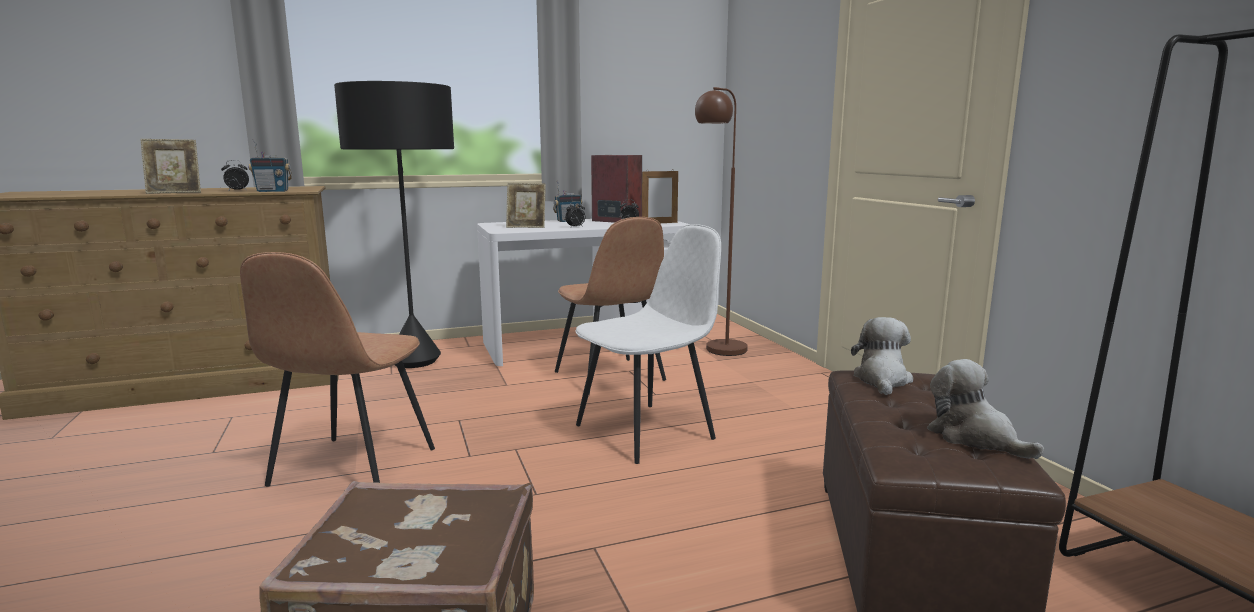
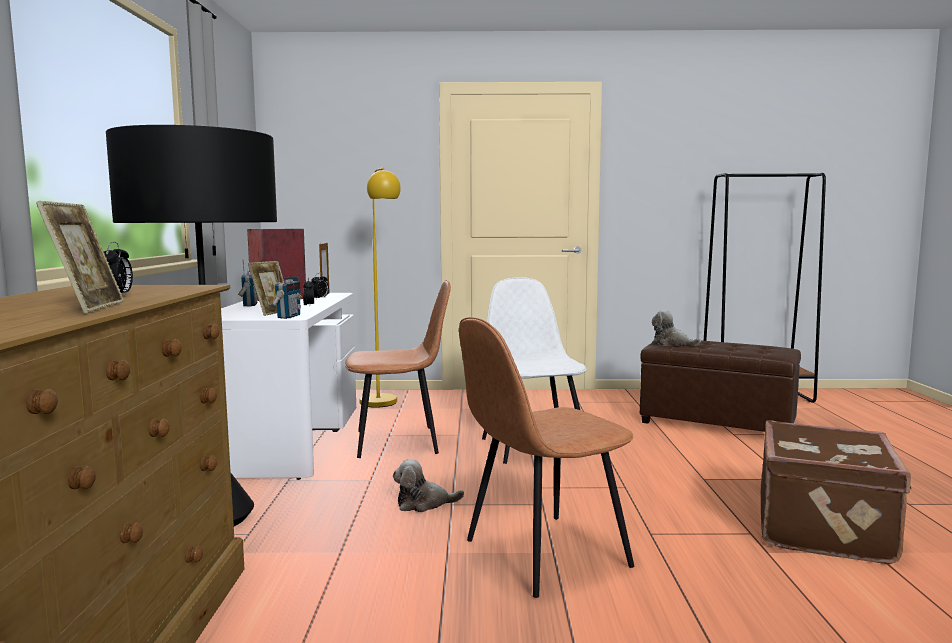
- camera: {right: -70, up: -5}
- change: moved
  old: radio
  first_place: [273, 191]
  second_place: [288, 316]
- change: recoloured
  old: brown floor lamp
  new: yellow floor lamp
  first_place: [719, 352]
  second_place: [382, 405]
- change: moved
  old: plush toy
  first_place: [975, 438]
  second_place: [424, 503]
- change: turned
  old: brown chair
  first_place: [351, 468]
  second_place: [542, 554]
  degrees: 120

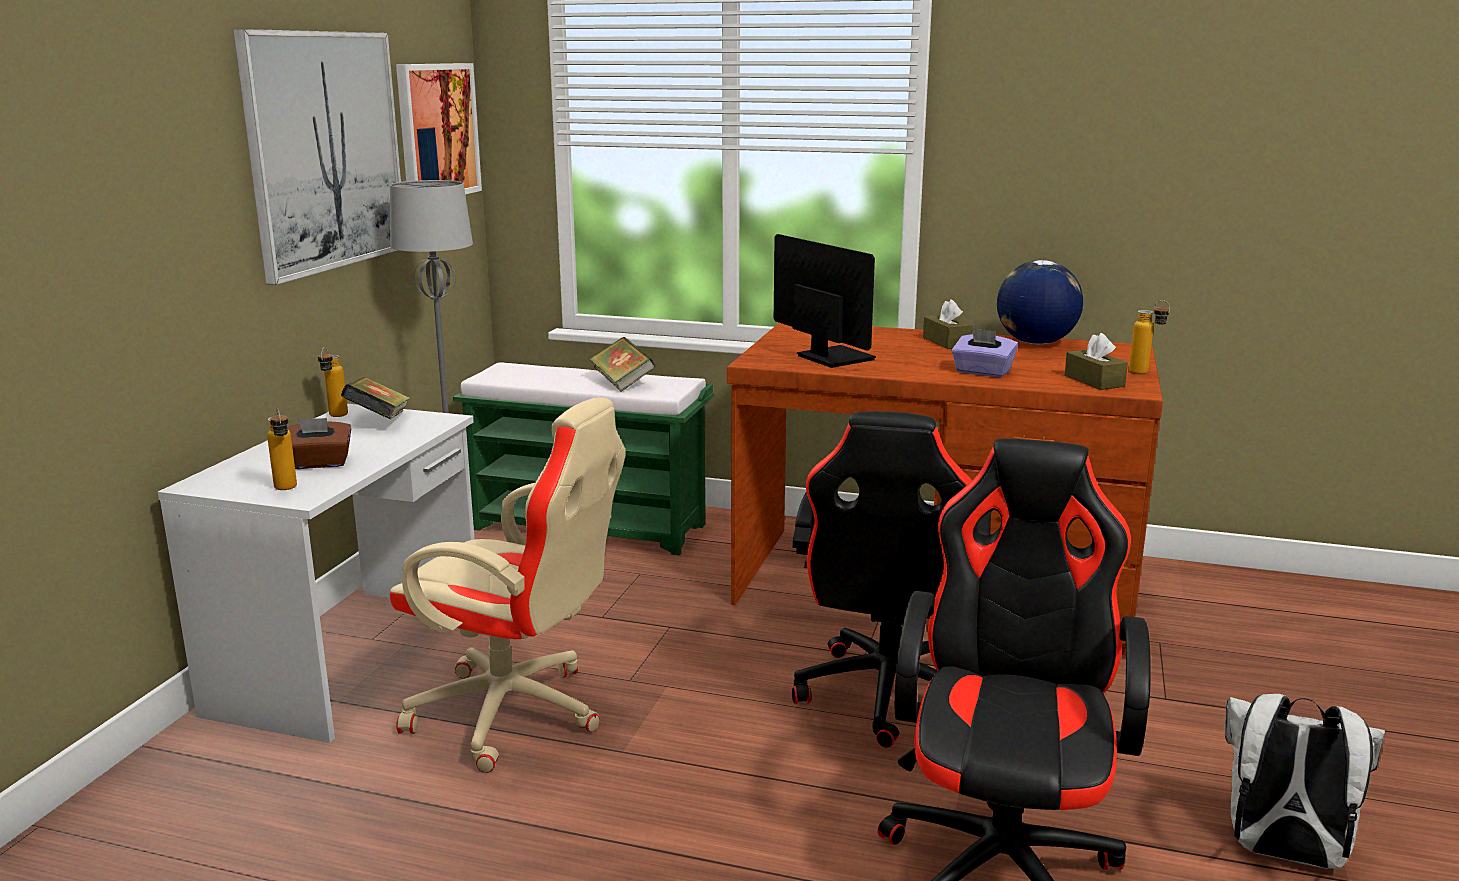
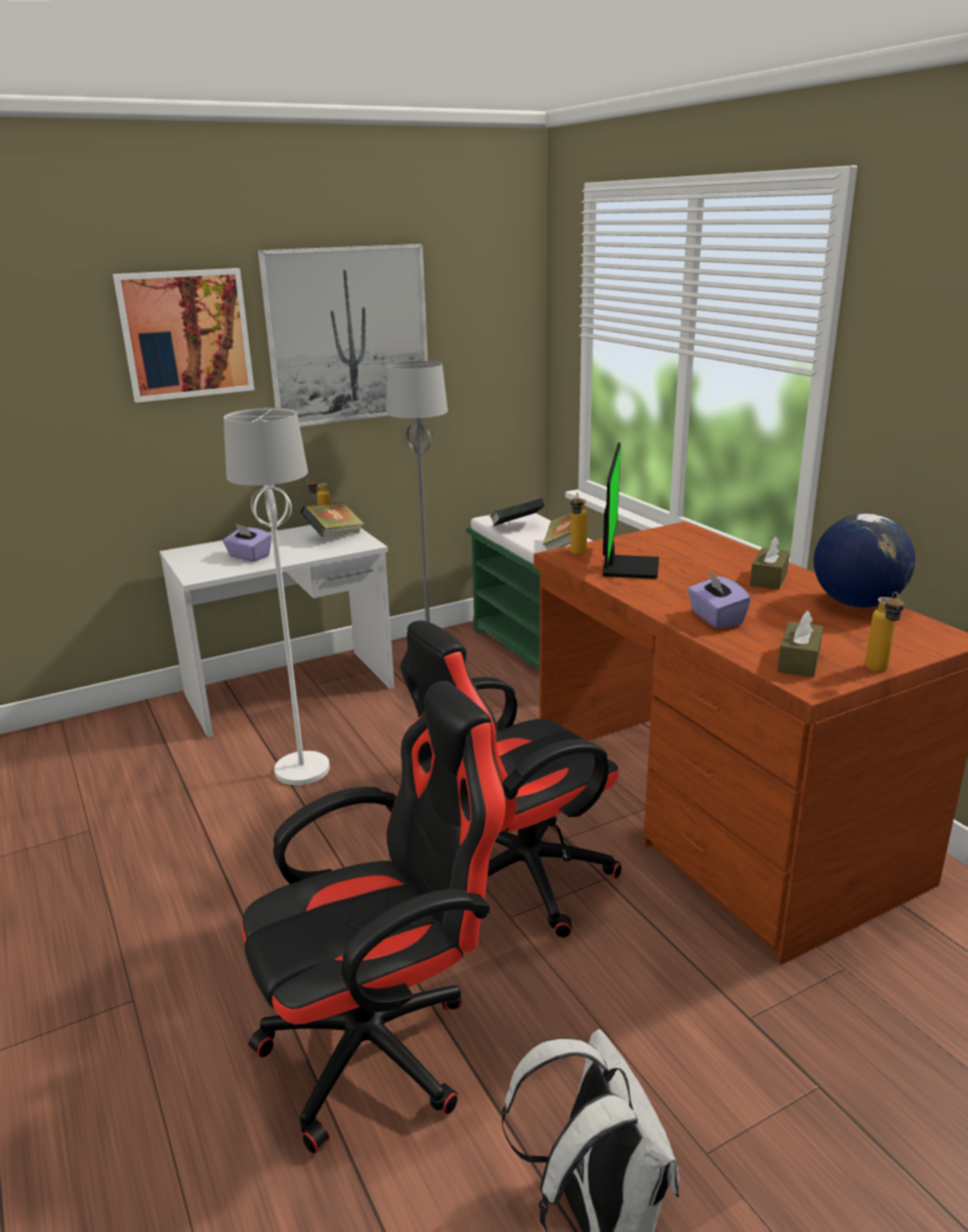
- camera: {right: 45, up: 5}
- change: moved
  old: picture
  first_place: [437, 131]
  second_place: [186, 334]
- change: recoloured
  old: brown tissue box
  new: purple tissue box
  first_place: [319, 463]
  second_place: [249, 556]
- change: replaced
  old: beige office chair
  new: white floor lamp
  first_place: [519, 718]
  second_place: [302, 770]
- change: added
  new: book
  second_place: [516, 527]
- change: moved
  old: bottle
  first_place: [287, 490]
  second_place: [577, 554]

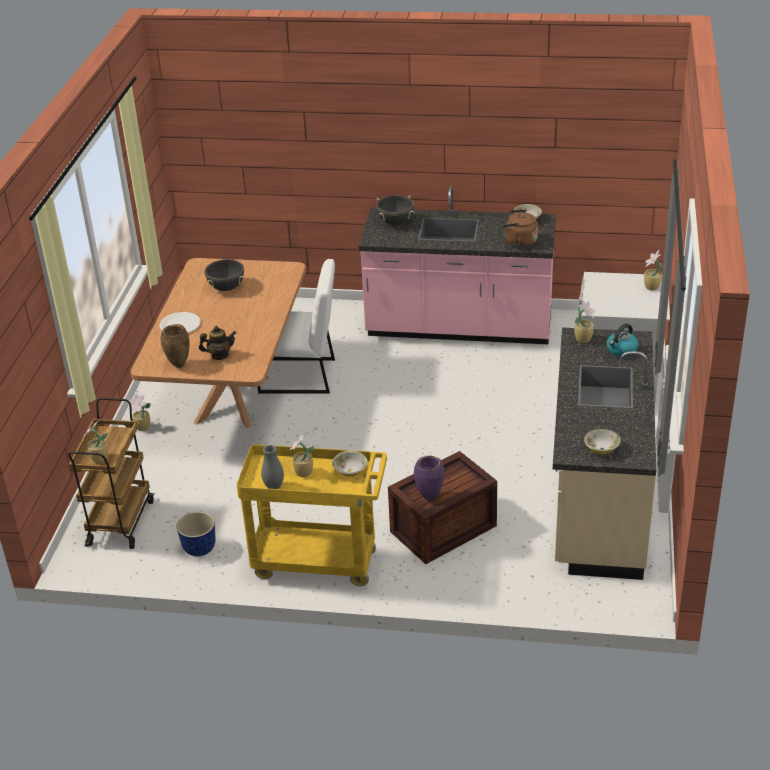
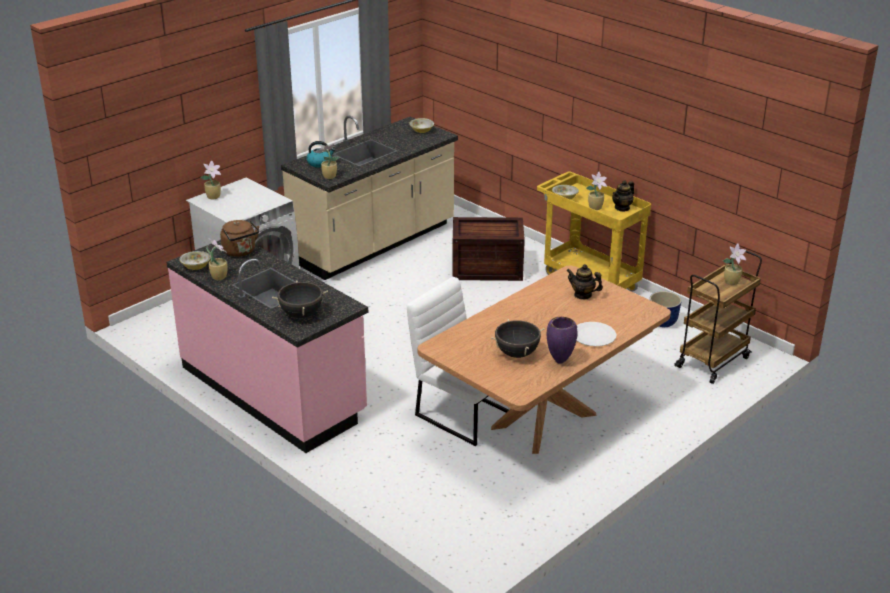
- camera: {right: -145, up: -5}
- change: moved
  old: potted plant
  first_place: [143, 428]
  second_place: [219, 276]
- change: moved
  old: purple vase
  first_place: [429, 498]
  second_place: [559, 362]
- change: replaced
  old: grey vase
  new: teapot
  first_place: [274, 486]
  second_place: [622, 208]
- change: removed
  old: brown vase
  first_place: [178, 365]

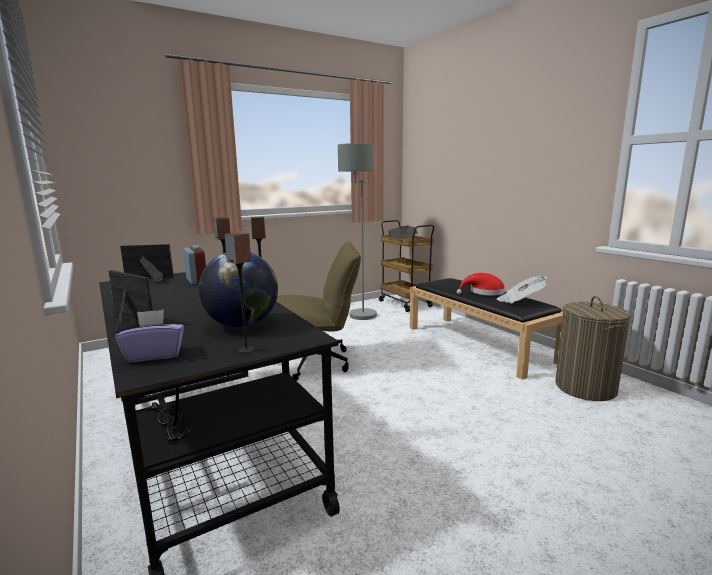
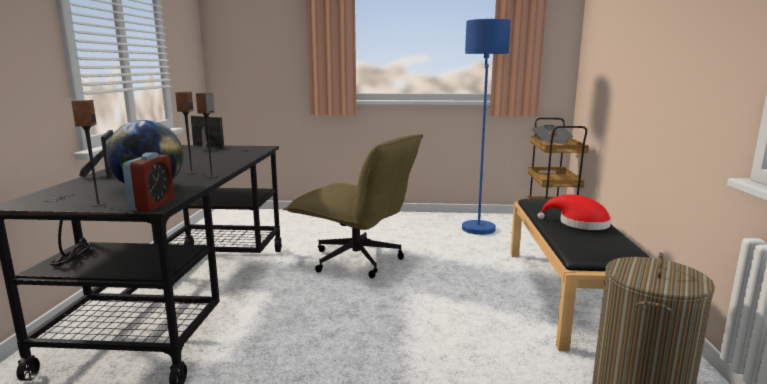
- camera: {right: 35, up: 0}
- change: moved
  old: alarm clock
  first_place: [196, 280]
  second_place: [152, 204]
- change: recoloured
  old: grey floor lamp
  new: blue floor lamp
  first_place: [359, 313]
  second_place: [478, 226]
- change: removed
  old: purple tissue box
  first_place: [155, 354]
- change: removed
  old: newspaper
  first_place: [520, 301]

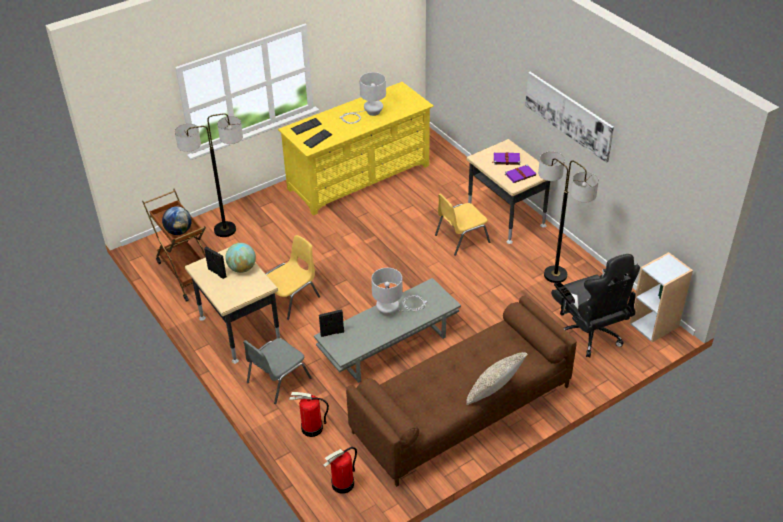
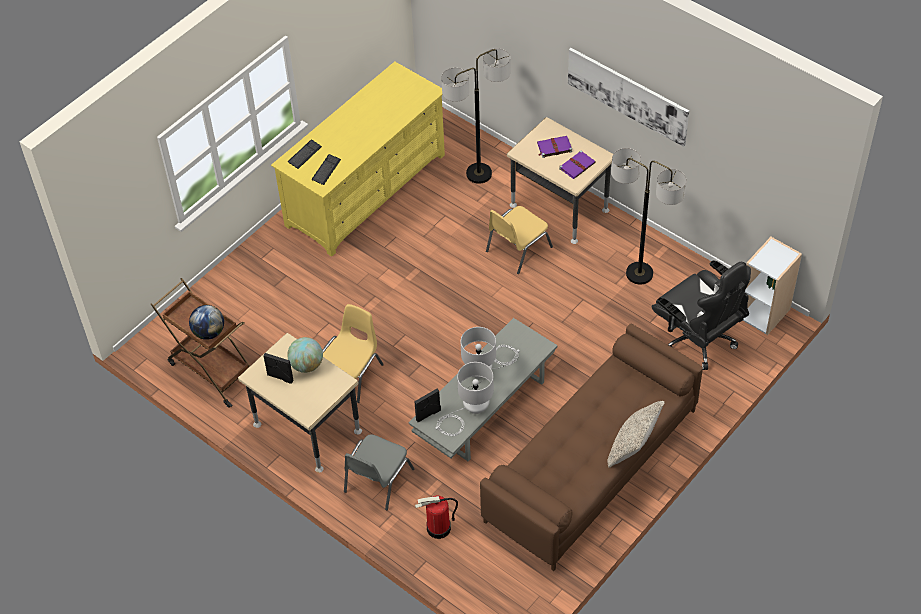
- camera: {right: -15, up: 10}
- change: moved
  old: white table lamp
  first_place: [364, 114]
  second_place: [466, 414]
- change: moved
  old: floor lamp
  first_place: [225, 230]
  second_place: [478, 174]
- change: removed
  old: fire extinguisher
  first_place: [343, 484]

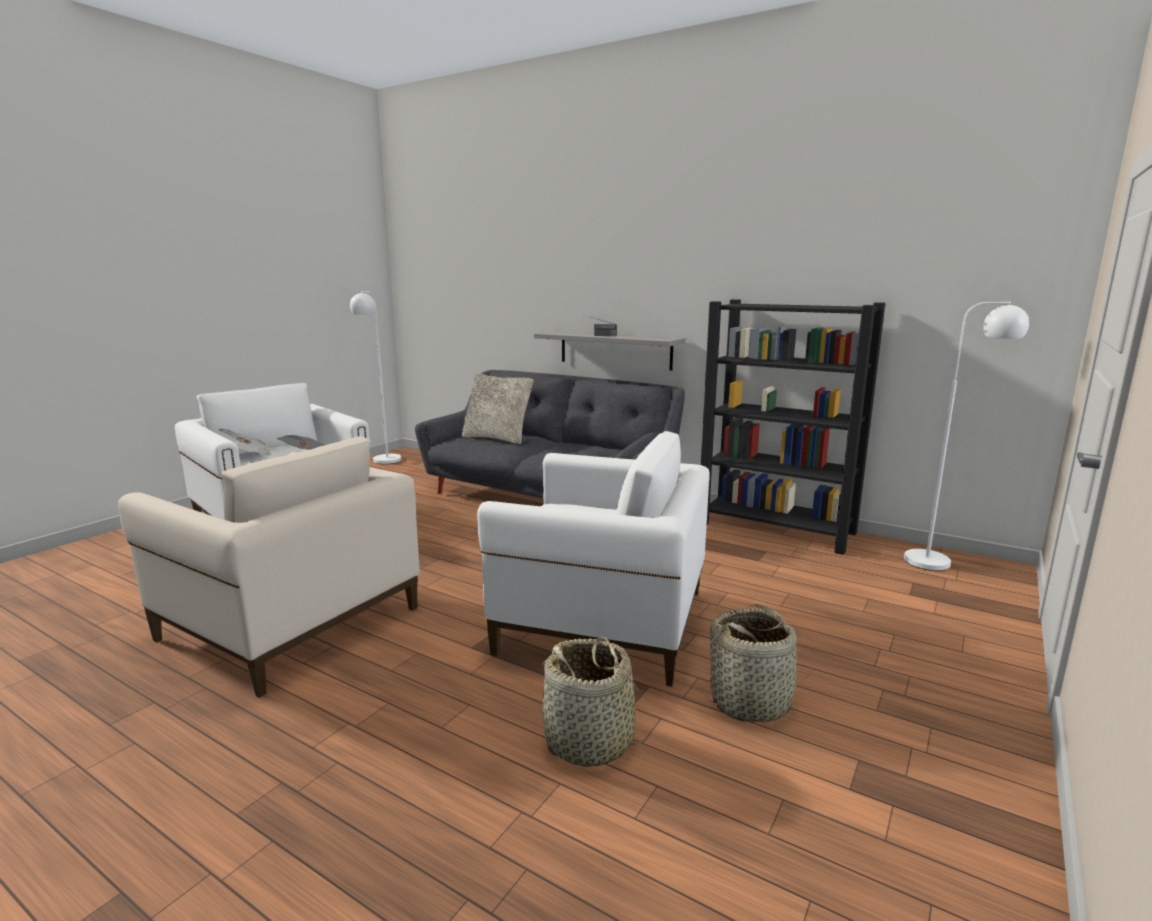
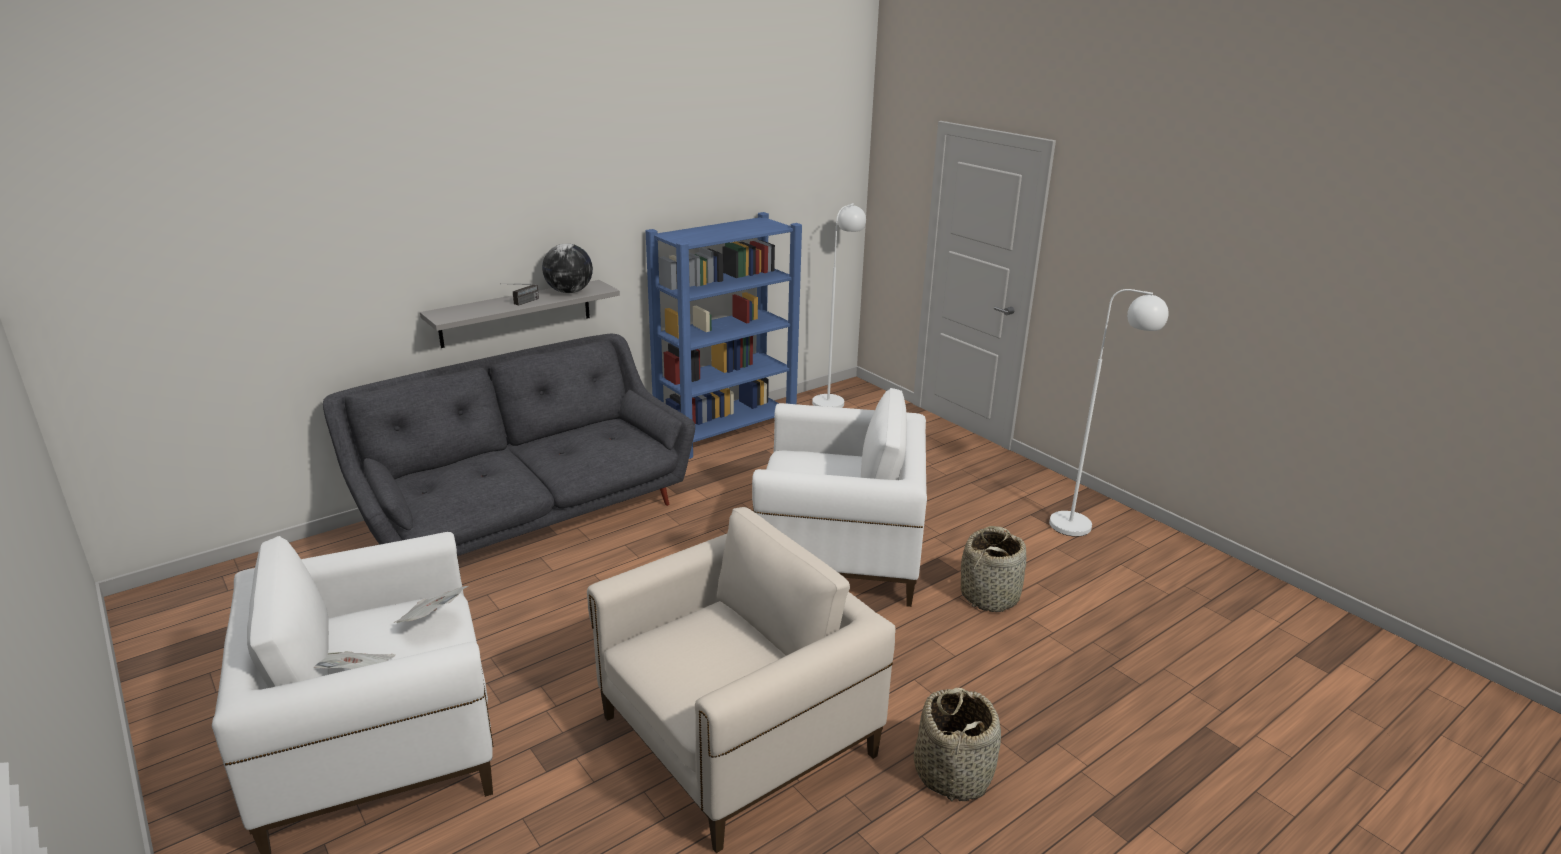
- camera: {right: -70, up: 10}
- change: added
  new: globe
  second_place: [569, 292]
- change: recoloured
  old: black bookcase
  new: blue bookcase
  first_place: [776, 528]
  second_place: [726, 431]
- change: turned
  old: white armchair
  first_place: [602, 621]
  second_place: [838, 554]
  degrees: 60
- change: moved
  old: basket
  first_place: [751, 701]
  second_place: [953, 773]
- change: moved
  old: white floor lamp
  first_place: [383, 463]
  second_place: [1083, 529]
- change: removed
  old: beige pillow
  first_place: [497, 437]

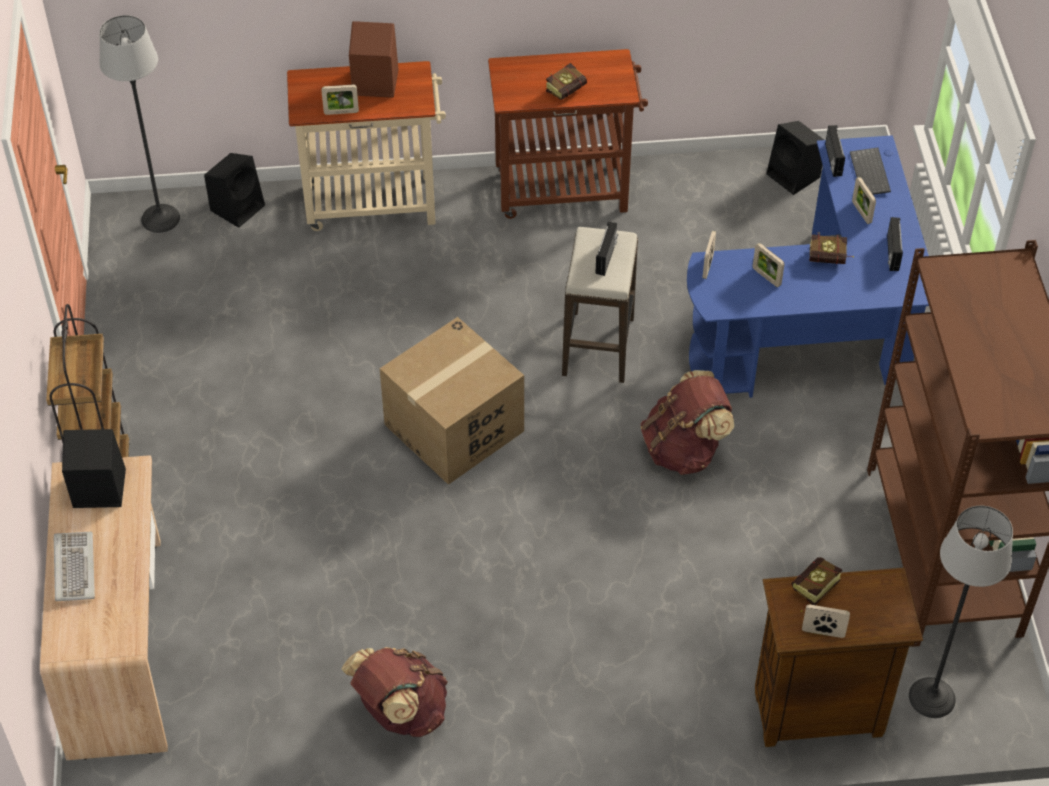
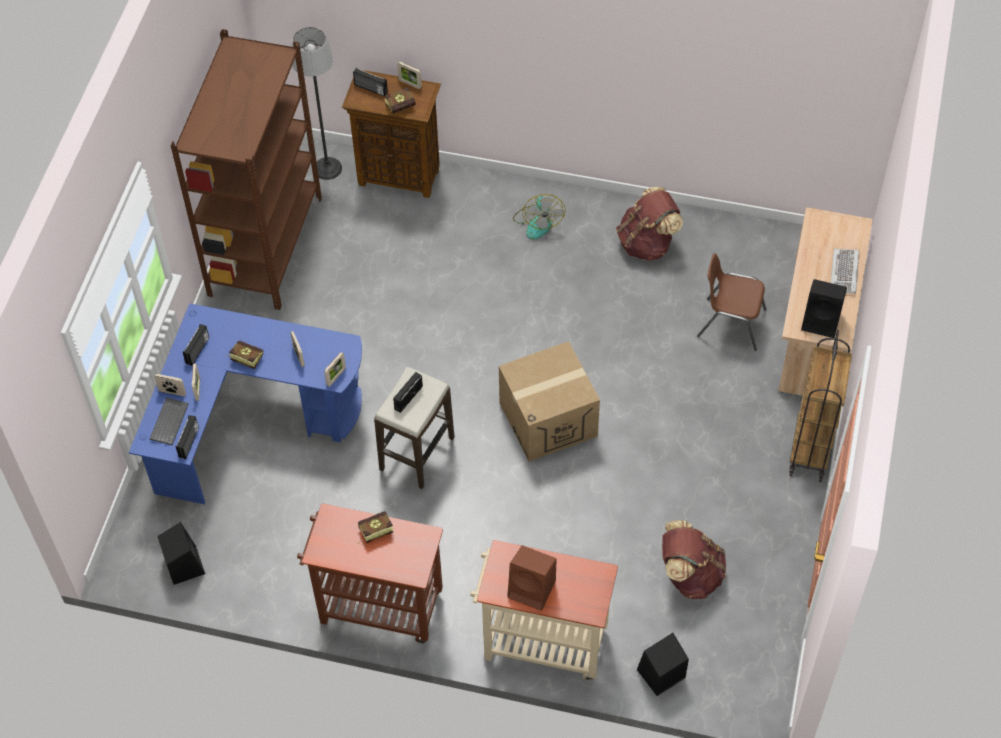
- camera: {right: -160, up: 5}
- change: moved
  old: picture frame
  first_place: [341, 112]
  second_place: [172, 392]
- change: added
  new: radio
  second_place: [370, 89]
- change: added
  new: fan
  second_place: [538, 222]
- change: moved
  old: brown backpack
  first_place: [684, 449]
  second_place: [689, 574]
- change: added
  new: brown chair
  second_place: [730, 323]
- change: removed
  old: floor lamp
  first_place: [160, 218]

